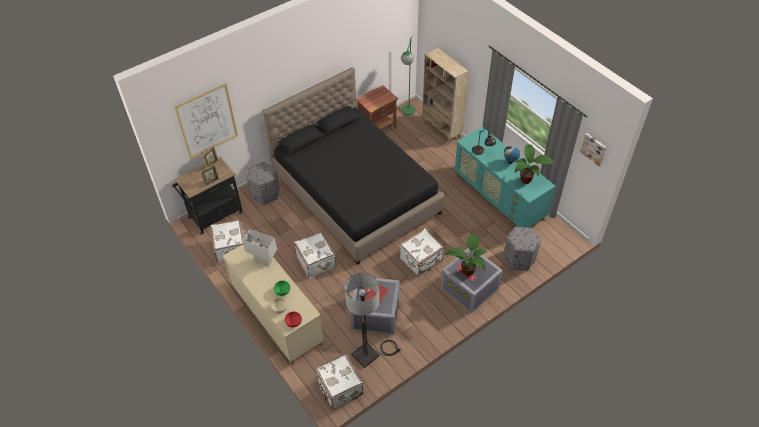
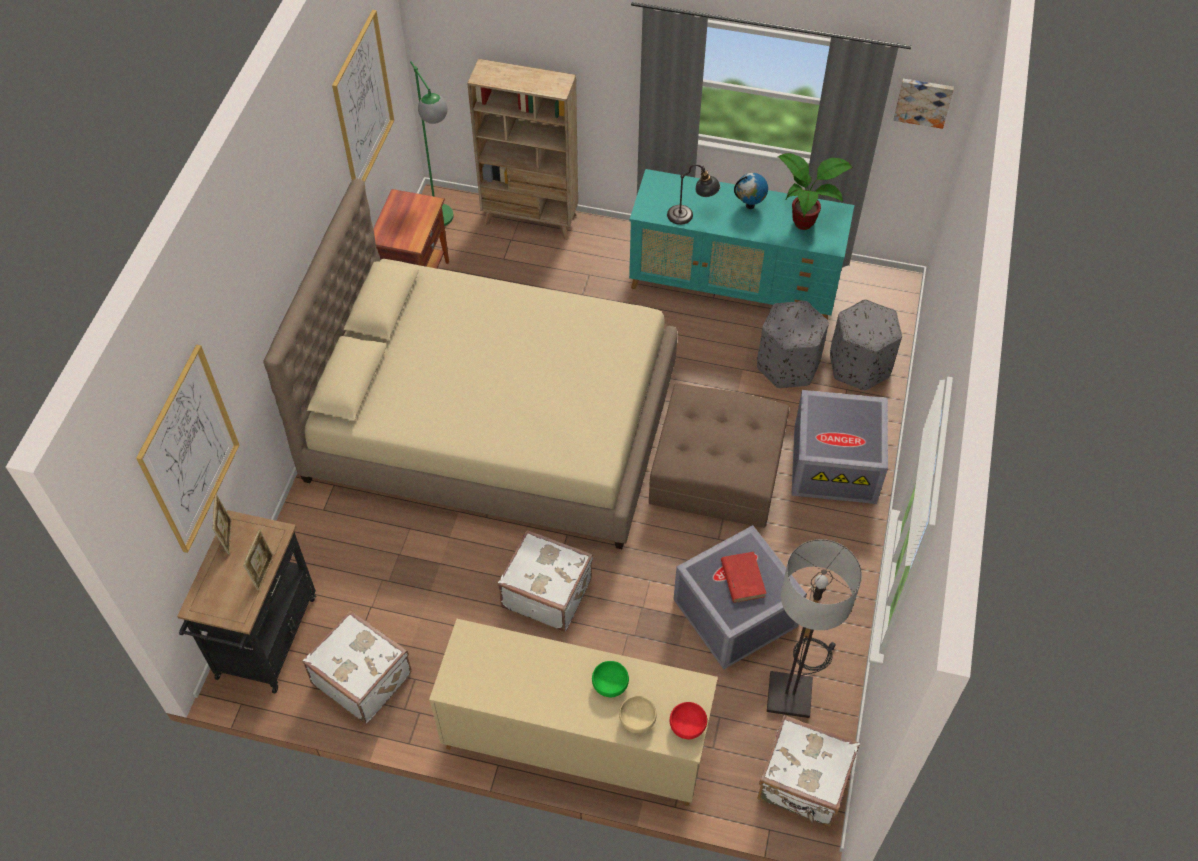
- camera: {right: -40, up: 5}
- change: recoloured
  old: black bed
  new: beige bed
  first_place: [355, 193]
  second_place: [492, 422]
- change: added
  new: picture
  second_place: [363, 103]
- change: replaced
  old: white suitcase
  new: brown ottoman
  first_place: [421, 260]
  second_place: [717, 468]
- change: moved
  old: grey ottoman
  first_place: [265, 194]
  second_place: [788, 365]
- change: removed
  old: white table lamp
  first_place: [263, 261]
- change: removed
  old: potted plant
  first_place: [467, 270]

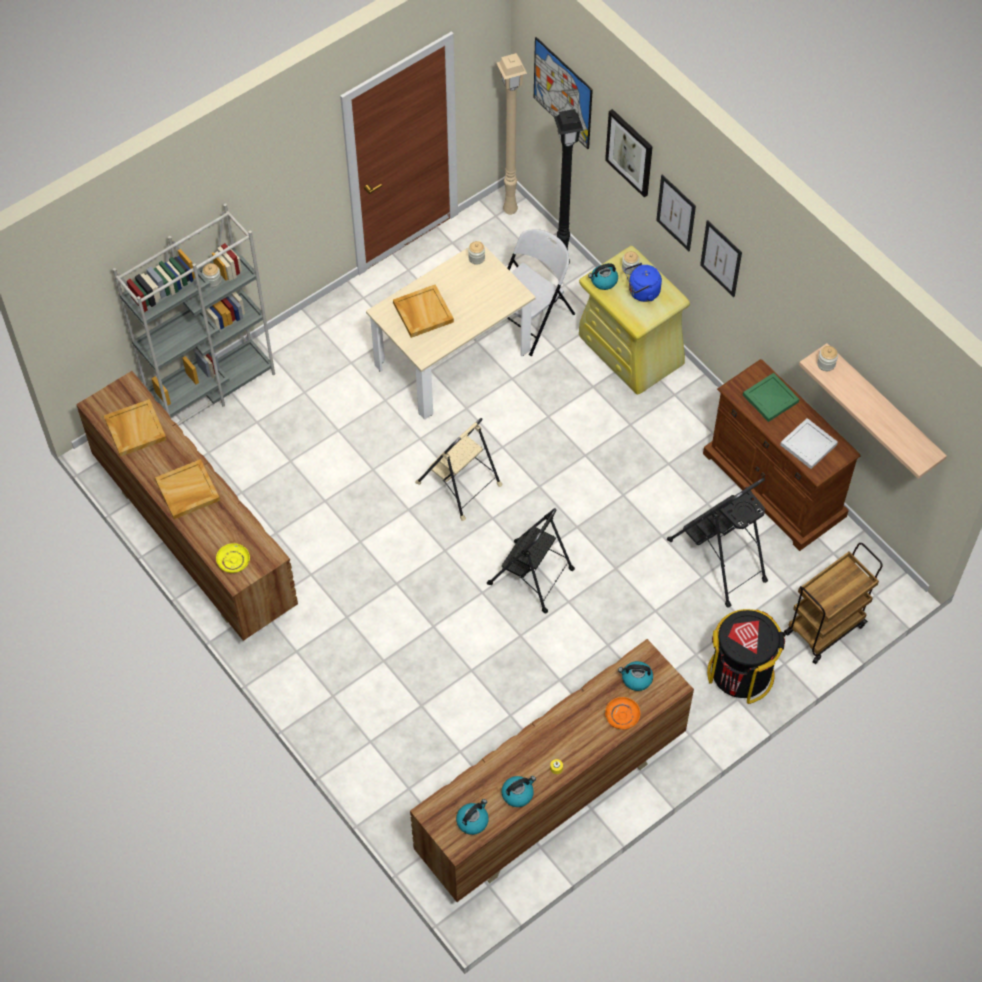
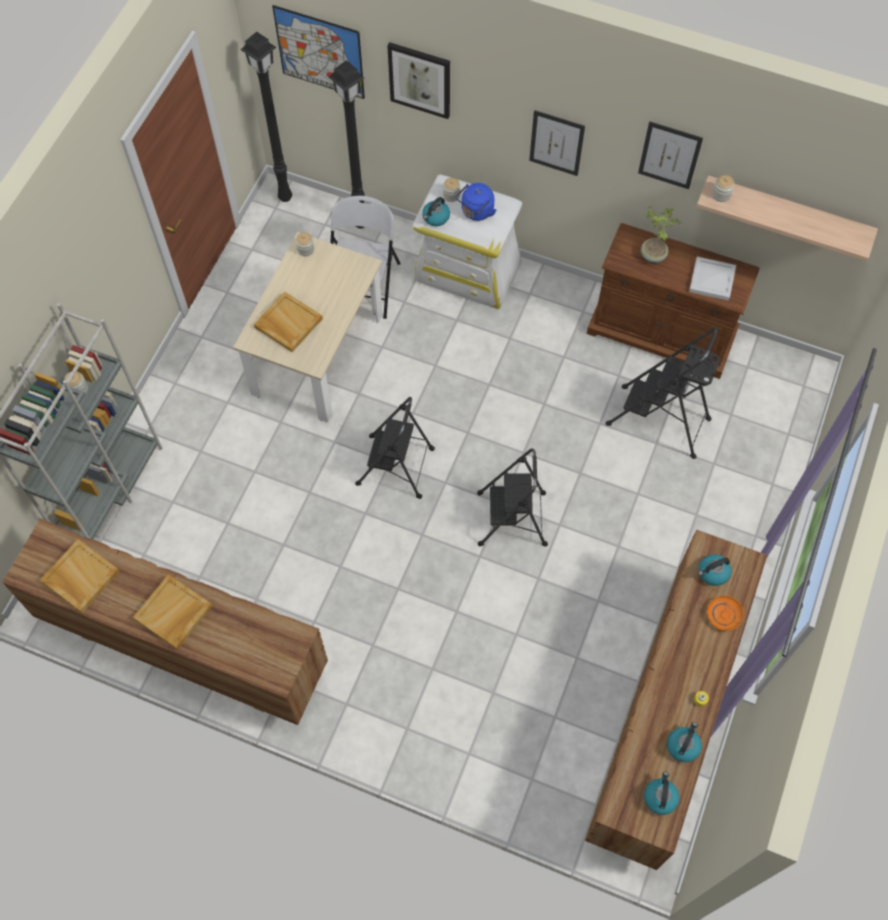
- camera: {right: -30, up: 5}
- change: recoloured
  old: beige floor lamp
  new: black floor lamp
  first_place: [511, 210]
  second_place: [286, 197]
- change: recoloured
  old: beige step ladder
  new: black step ladder
  first_place: [460, 485]
  second_place: [397, 466]
- change: recoloured
  old: yellow nightstand
  new: white nightstand
  first_place: [630, 350]
  second_place: [468, 272]
- change: moved
  old: picture
  first_place: [676, 213]
  second_place: [669, 155]
- change: replaced
  old: green tray
  new: potted plant
  first_place: [770, 399]
  second_place: [653, 255]
- change: removed
  old: yellow plate
  first_place: [233, 560]
- change: removed
  old: black trash can
  first_place: [741, 673]
- change: removed
  old: brown cart
  first_place: [823, 630]

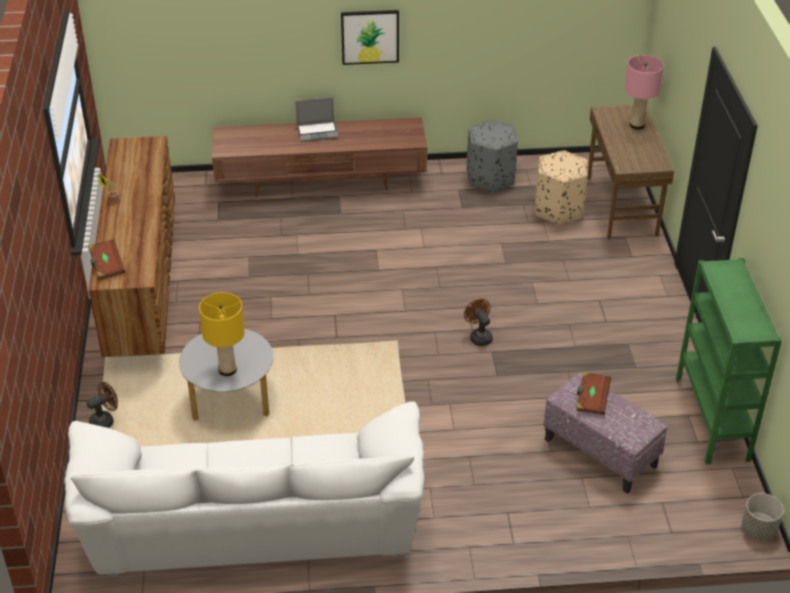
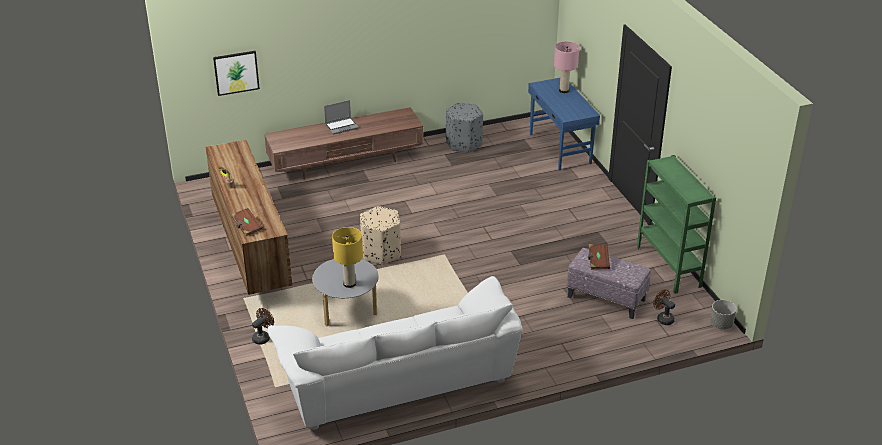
- camera: {right: -15, up: -5}
- change: moved
  old: picture
  first_place: [370, 36]
  second_place: [236, 72]
- change: moved
  old: beige ottoman
  first_place: [559, 210]
  second_place: [381, 252]
- change: recoloured
  old: brown console table
  new: blue console table
  first_place: [622, 207]
  second_place: [560, 149]
- change: moved
  old: brown fan
  first_place: [479, 336]
  second_place: [663, 318]

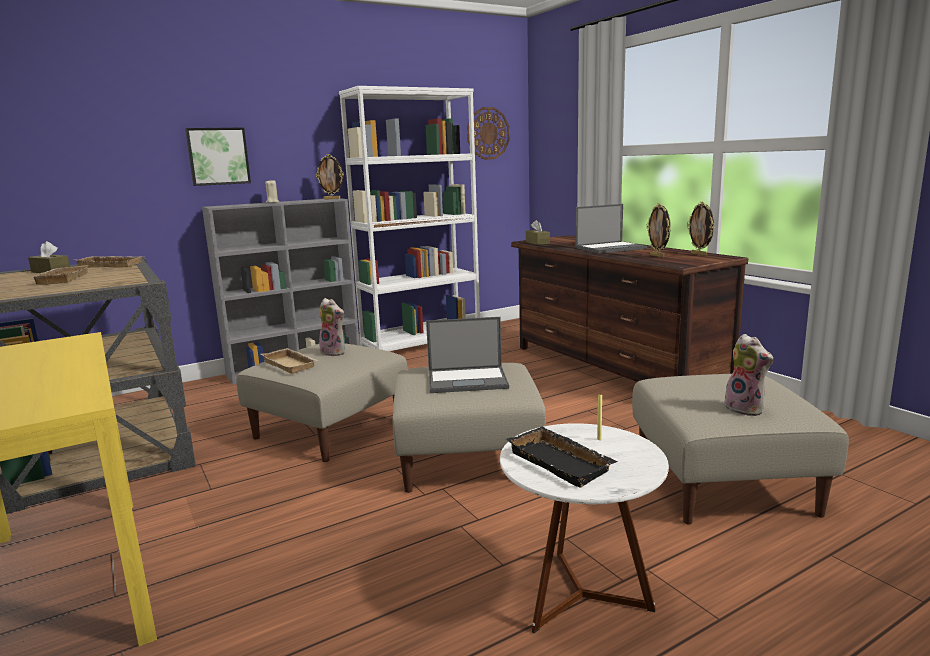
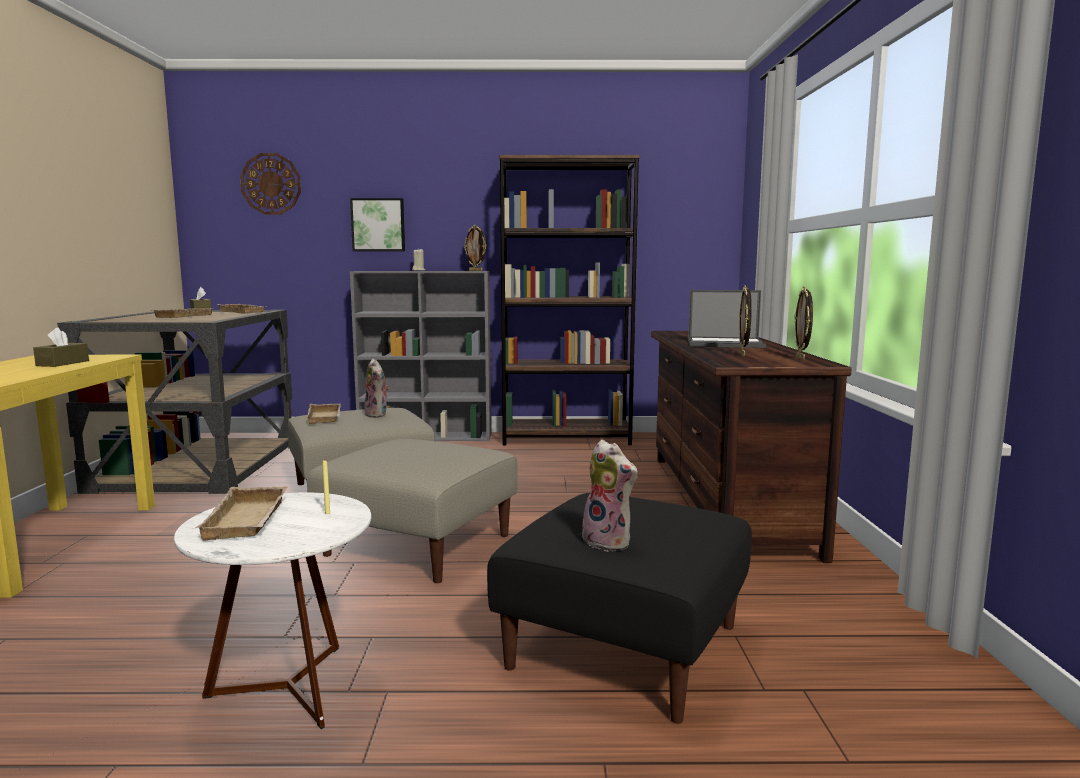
- camera: {right: 30, up: -5}
- change: moved
  old: brown tissue box
  first_place: [537, 243]
  second_place: [63, 363]
- change: recoloured
  old: black tray
  new: beige tray
  first_place: [562, 462]
  second_place: [249, 520]
- change: moved
  old: wall clock
  first_place: [488, 133]
  second_place: [271, 184]
- change: recoloured
  old: beige ottoman
  new: black ottoman
  first_place: [721, 482]
  second_place: [624, 645]
- change: recoloured
  old: white bookcase
  new: brown bookcase
  first_place: [421, 344]
  second_place: [566, 438]
- change: turned
  old: plush toy
  first_place: [746, 409]
  second_place: [610, 542]
  degrees: -45
- change: removed
  old: laptop
  first_place: [468, 380]

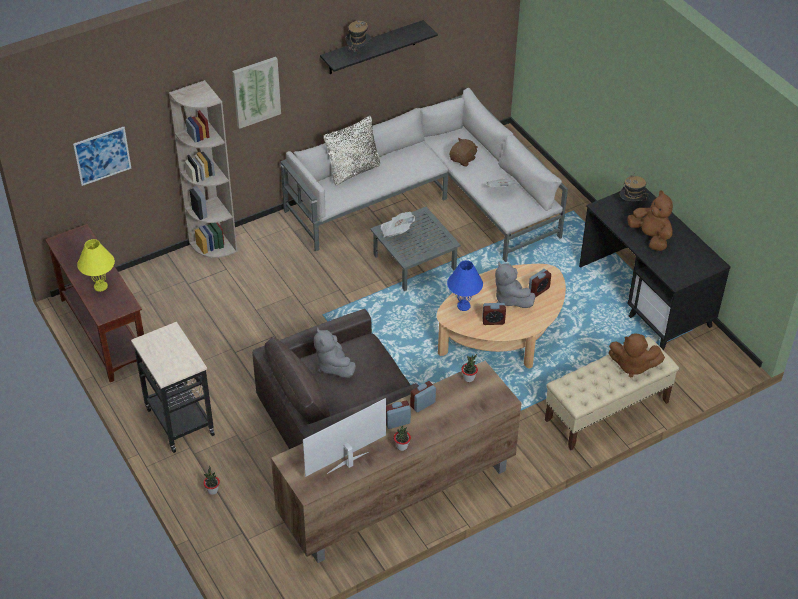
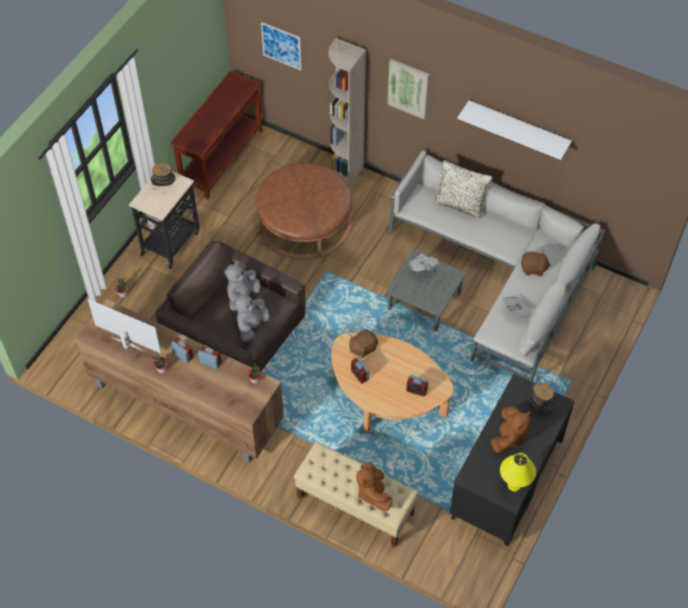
- camera: {right: 60, up: 10}
- change: moved
  old: hat
  first_place: [358, 51]
  second_place: [164, 186]
- change: moved
  old: grey plush toy
  first_place: [510, 299]
  second_place: [251, 326]
- change: added
  new: brown ottoman
  second_place: [305, 221]
- change: replaced
  old: blue table lamp
  new: brown plush toy
  first_place: [464, 306]
  second_place: [363, 348]
- change: recoloured
  old: black shelf
  new: white shelf
  first_place: [372, 48]
  second_place: [518, 128]
- change: moved
  old: yellow table lamp
  first_place: [100, 286]
  second_place: [513, 485]

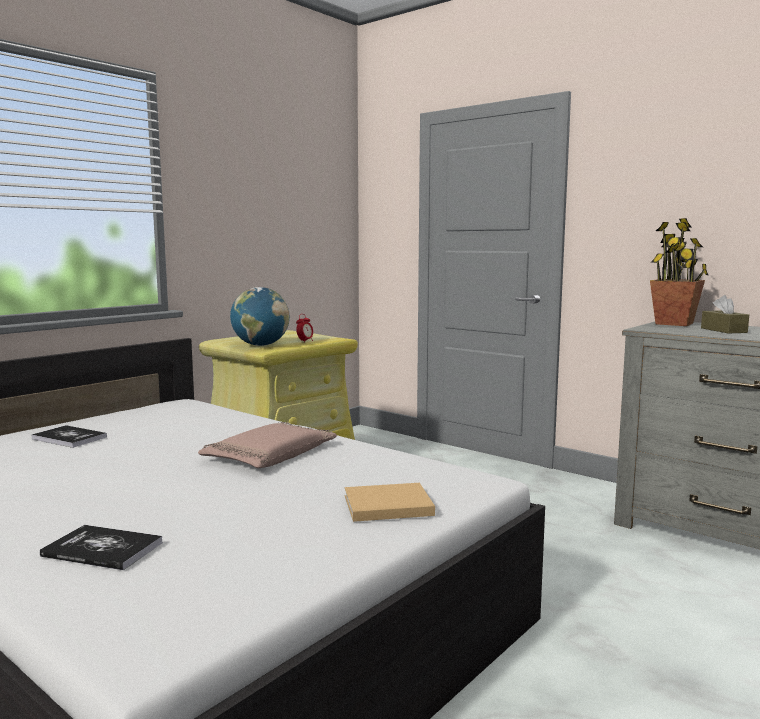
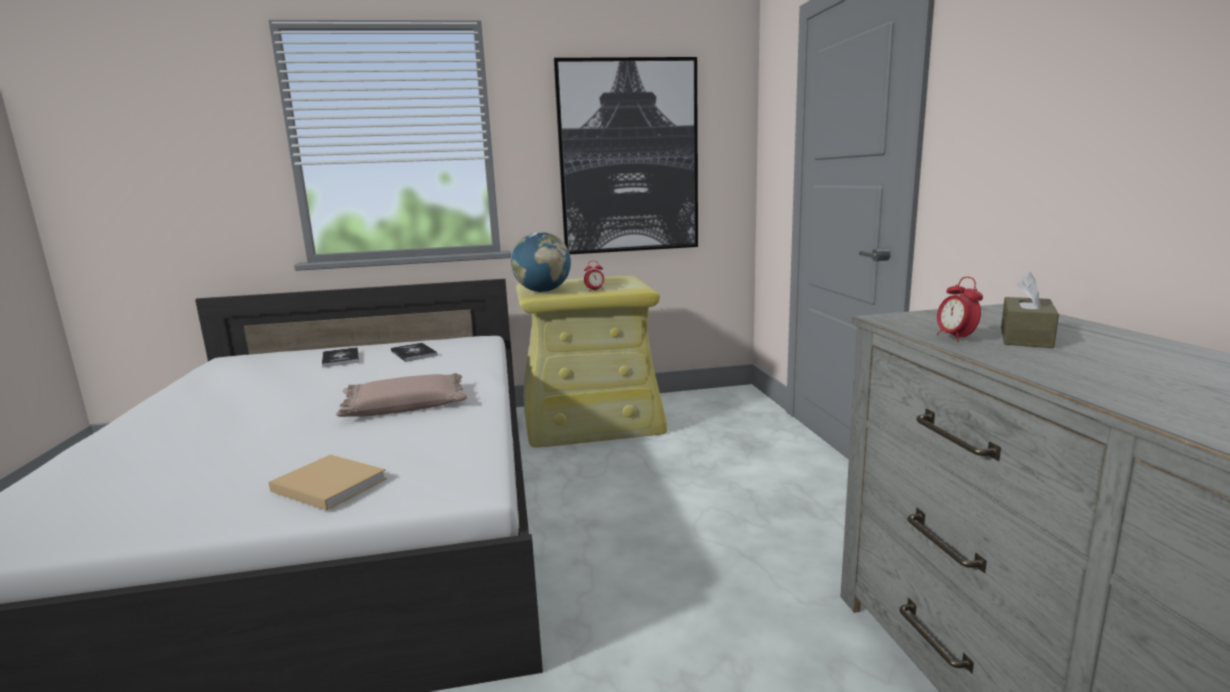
- camera: {right: 40, up: 5}
- change: moved
  old: book
  first_place: [102, 549]
  second_place: [414, 353]
- change: added
  new: picture
  second_place: [628, 157]
- change: added
  new: alarm clock
  second_place: [955, 338]
- change: removed
  old: potted plant
  first_place: [675, 323]

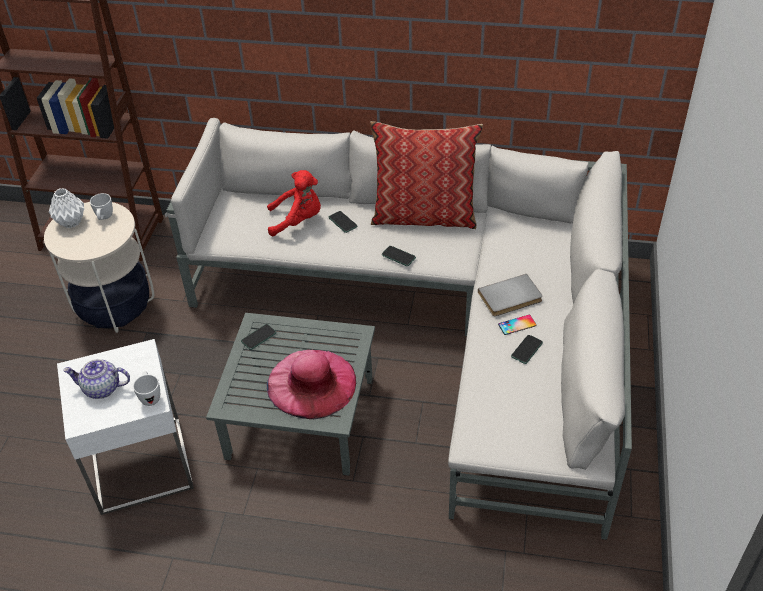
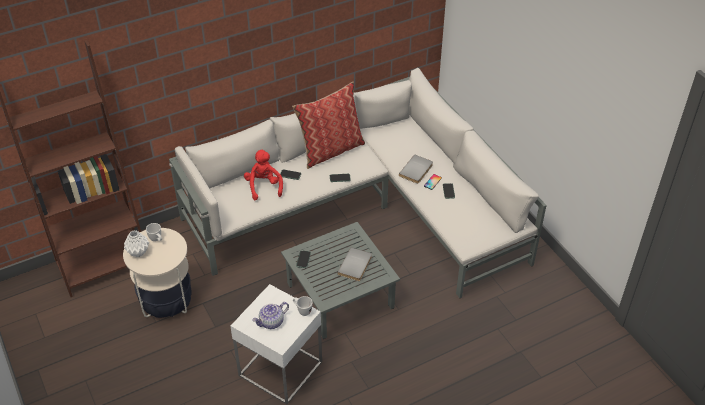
- camera: {right: -40, up: 0}
- change: turned
  old: red plush toy
  first_place: [298, 220]
  second_place: [264, 186]
  degrees: -60
- change: replaced
  old: pink hat
  new: grey book
  first_place: [311, 383]
  second_place: [356, 266]

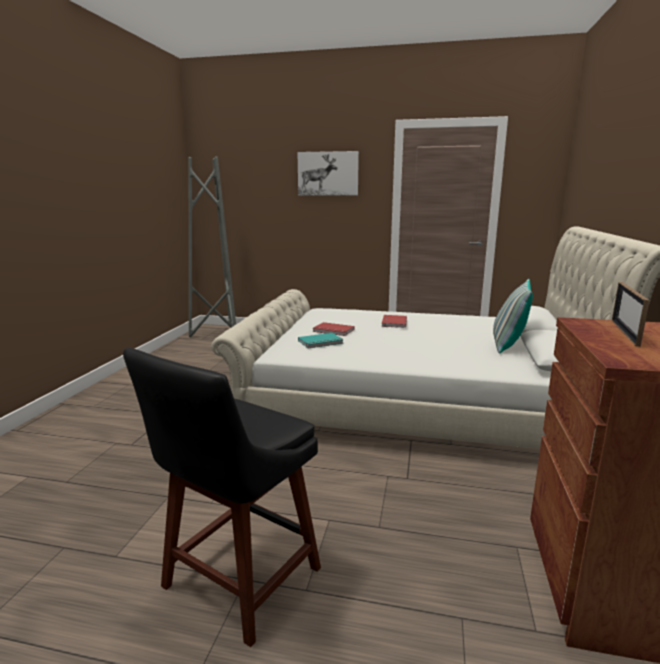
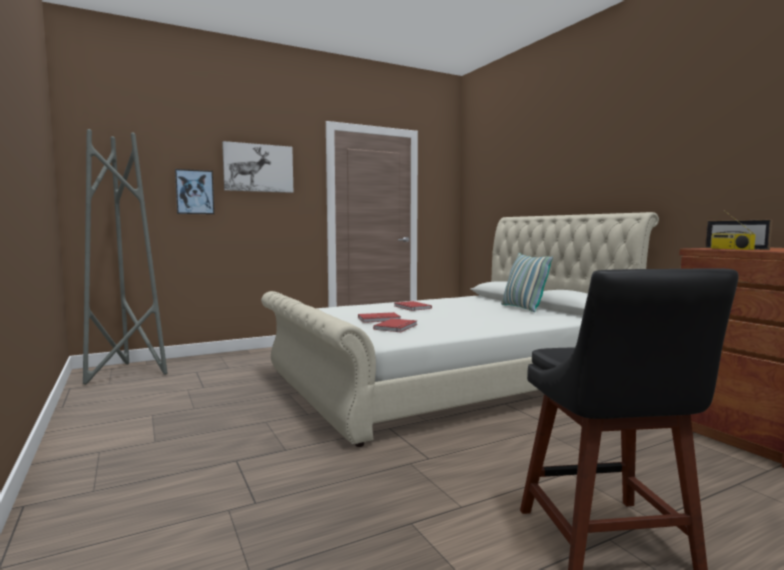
- camera: {right: -40, up: -10}
- change: added
  new: picture
  second_place: [194, 192]
- change: recoloured
  old: turquoise book
  new: red book
  first_place: [321, 342]
  second_place: [397, 327]
- change: added
  new: radio
  second_place: [730, 249]

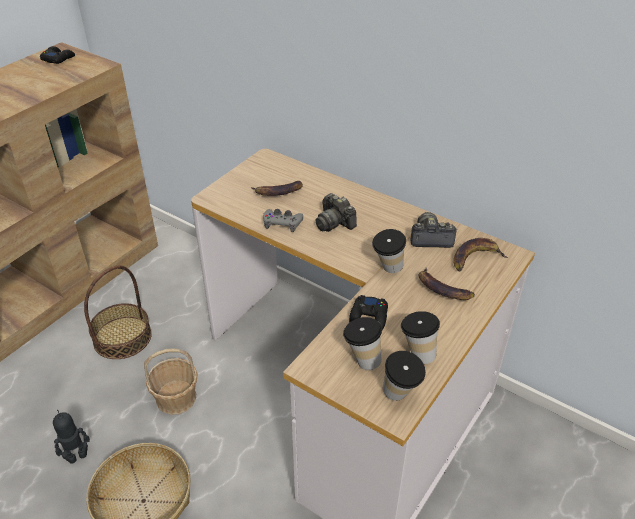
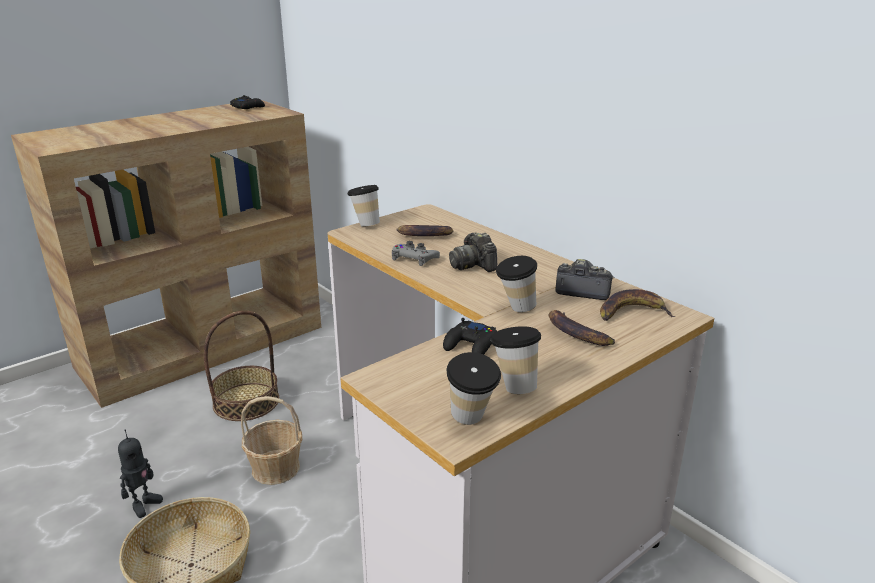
- camera: {right: 15, up: -15}
- change: turned
  old: toy robot
  first_place: [77, 456]
  second_place: [144, 505]
  degrees: 135
- change: moved
  old: cup
  first_place: [361, 360]
  second_place: [365, 224]

